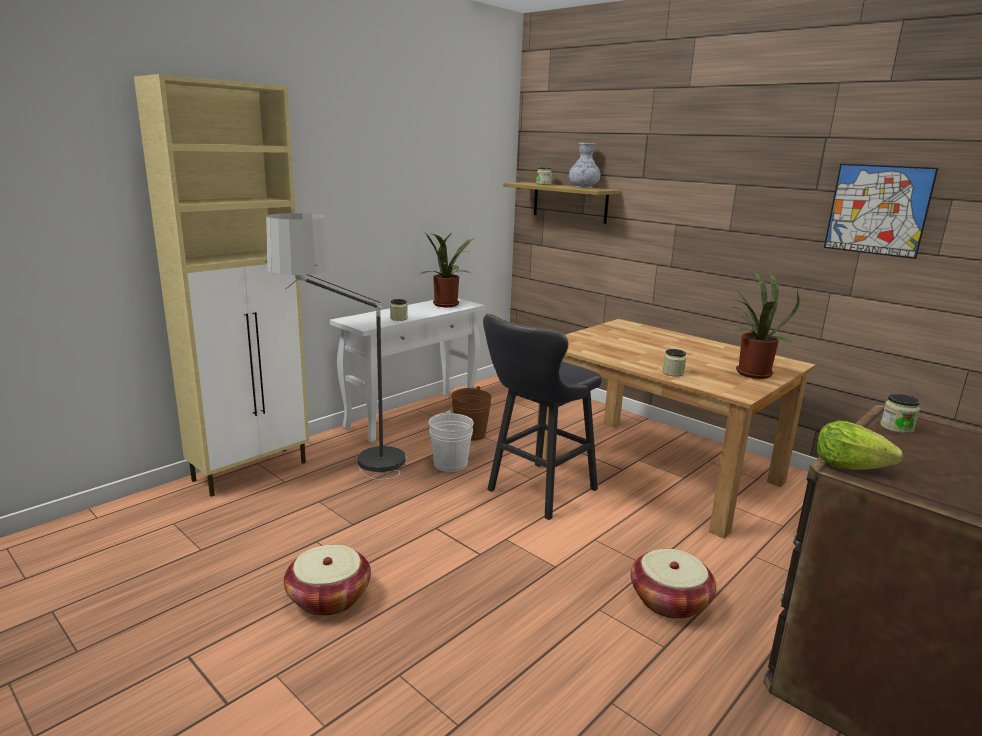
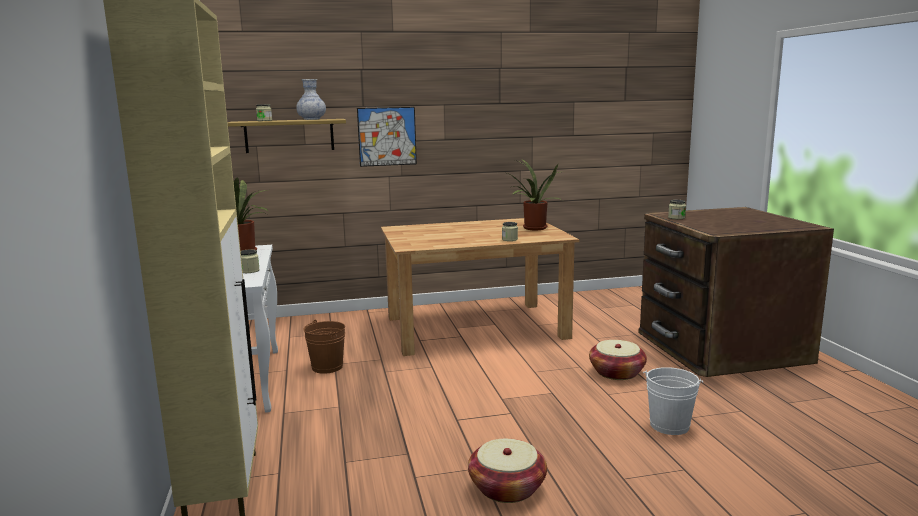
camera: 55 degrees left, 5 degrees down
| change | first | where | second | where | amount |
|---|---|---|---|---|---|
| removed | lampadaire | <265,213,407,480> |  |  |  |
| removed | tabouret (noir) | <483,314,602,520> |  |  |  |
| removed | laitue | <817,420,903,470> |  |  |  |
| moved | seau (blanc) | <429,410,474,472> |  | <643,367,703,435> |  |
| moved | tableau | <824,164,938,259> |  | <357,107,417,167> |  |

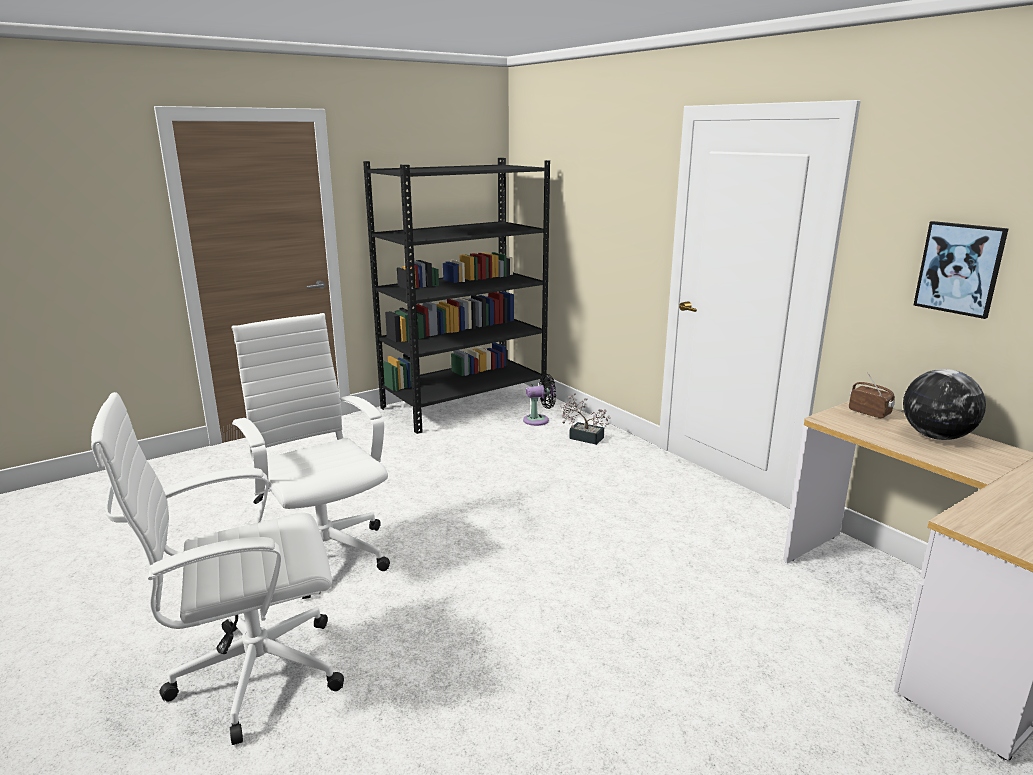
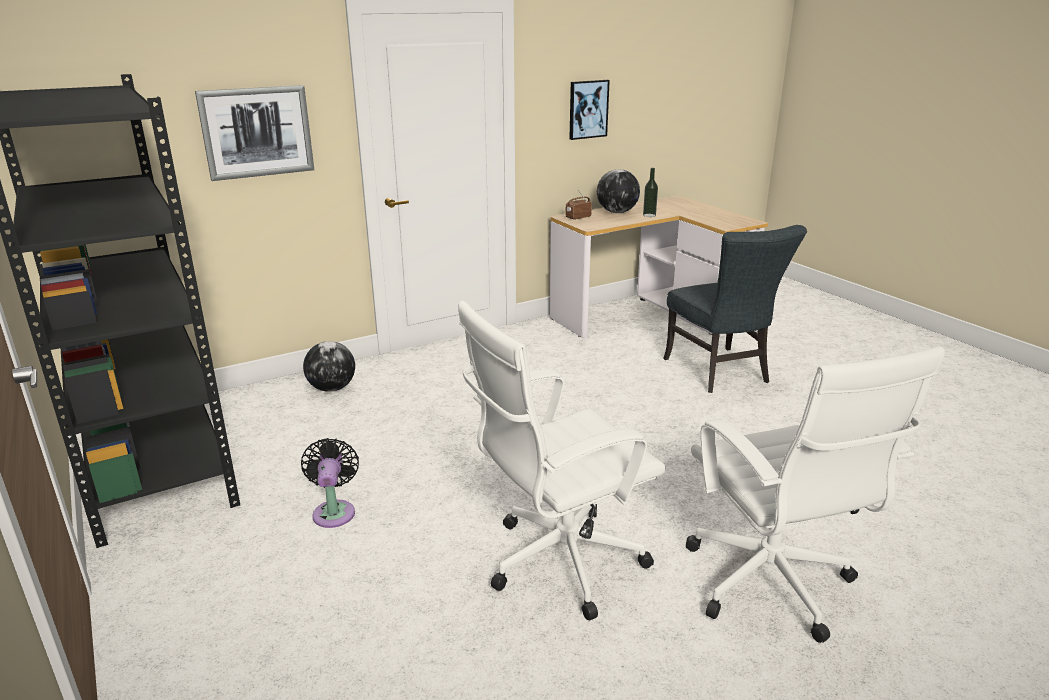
camera: 85 degrees left, 5 degrees up
| change | first | where | second | where | amount |
|---|---|---|---|---|---|
| added |  |  | tableau | <195,85,314,181> |  |
| added |  |  | bouteille | <643,168,658,217> |  |
| added |  |  | chaise (gris) | <663,225,807,393> |  |
| moved | ventilateur (noir) | <523,374,556,426> |  | <301,438,359,528> |  |
| replaced | plante en pot | <560,393,610,445> | globe | <303,341,355,392> |  |

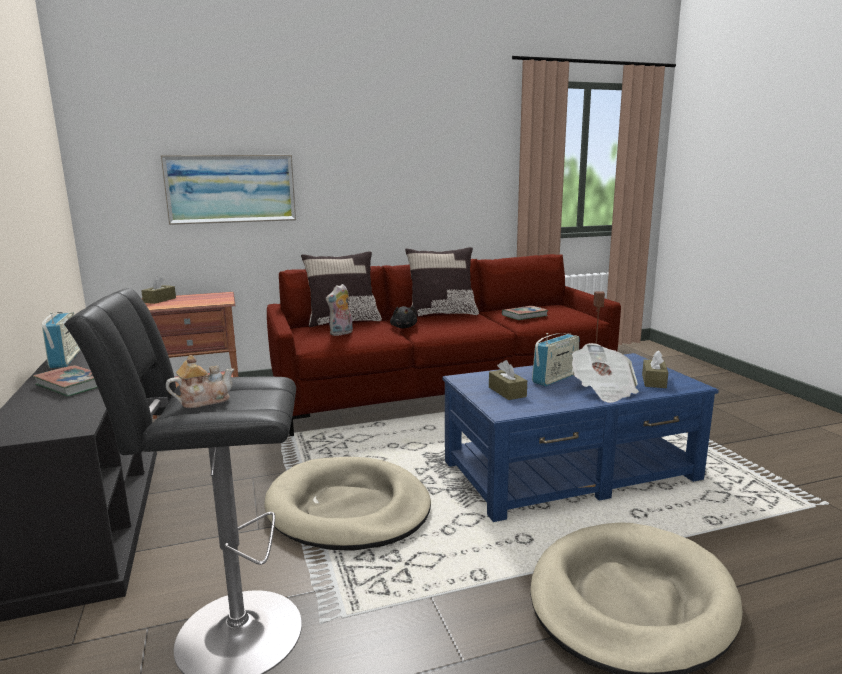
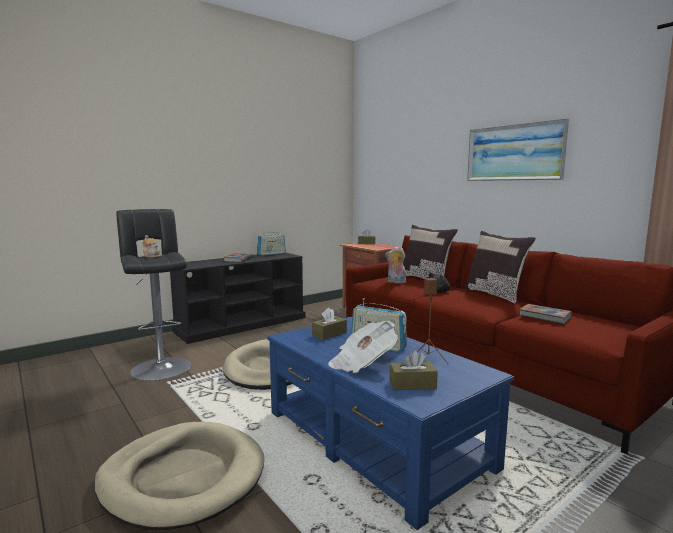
camera: 70 degrees right, 5 degrees down
| change | first | where | second | where | amount |
|---|---|---|---|---|---|
| moved | tableau | <161,155,296,225> |  | <467,118,569,181> |  |

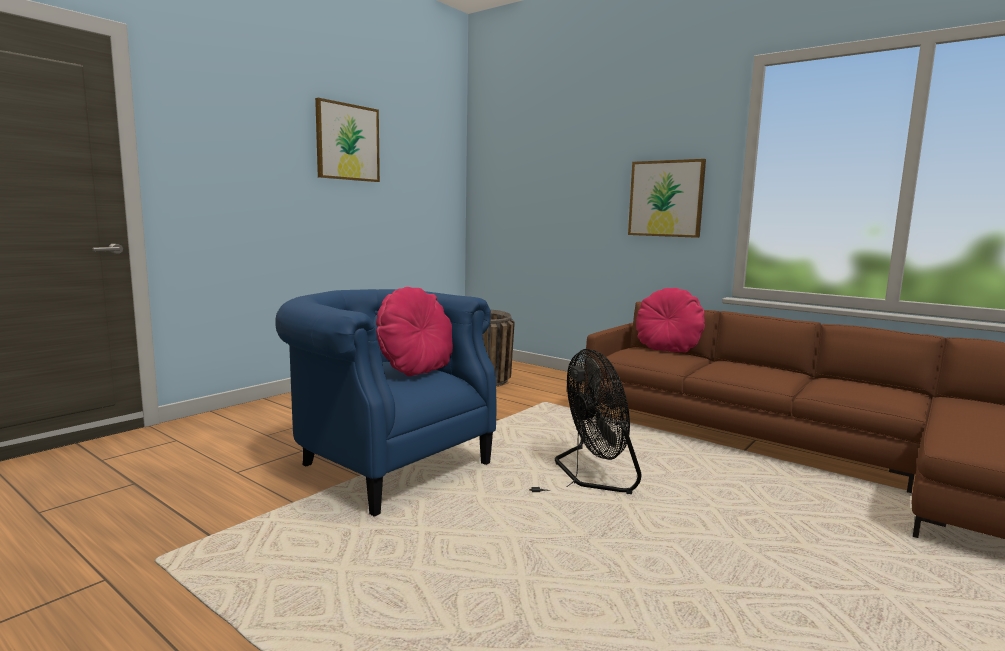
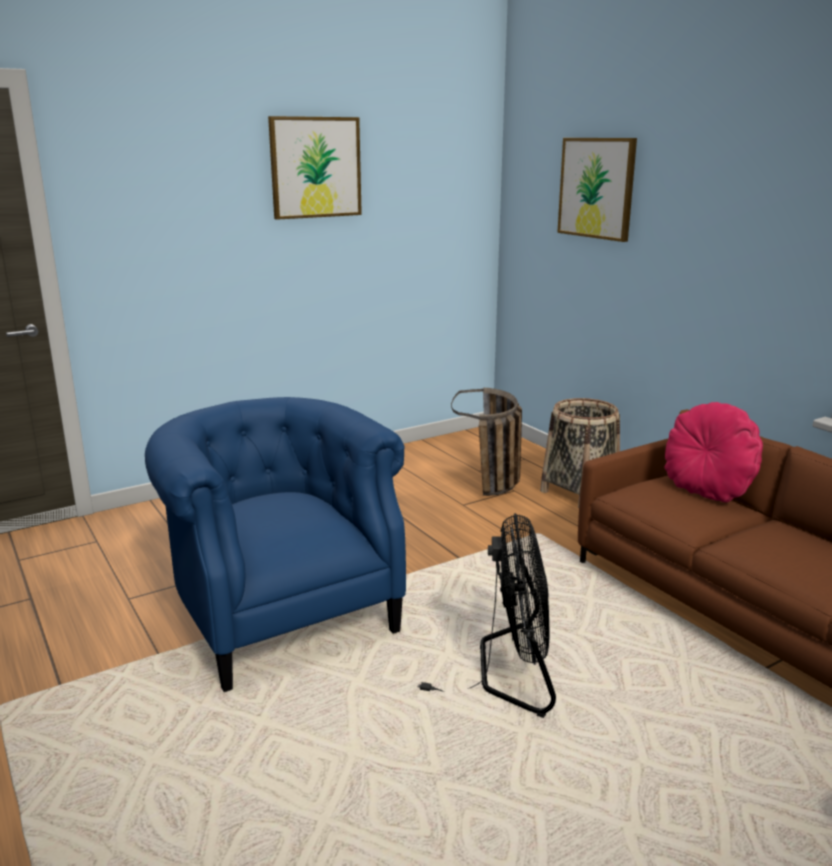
camera: 20 degrees right, 10 degrees up
| change | first | where | second | where | amount |
|---|---|---|---|---|---|
| removed | coussin (rose) | <376,287,453,376> |  |  |  |
| added |  |  | panier | <540,398,620,508> |  |
| moved | tableau | <628,159,706,238> |  | <557,138,637,242> |  |

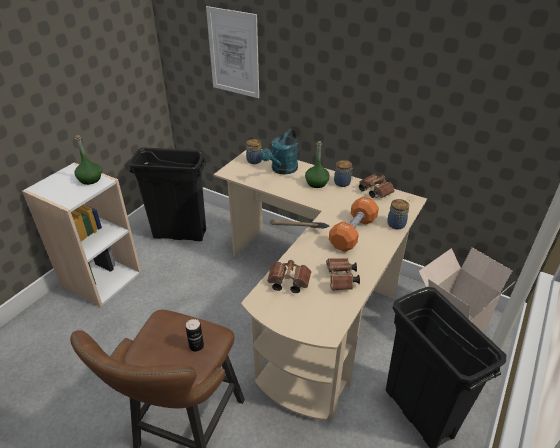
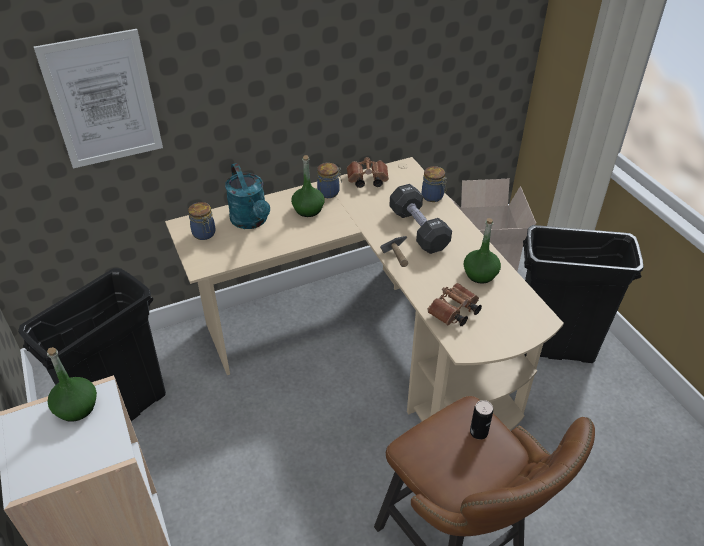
camera: 55 degrees left, 5 degrees up
| change | first | where | second | where | amount |
|---|---|---|---|---|---|
| replaced | jumelles (marron) | <326,258,360,291> | bouteille (vert) | <463,218,501,284> |  |
| recoloured | haltère (orange) | <329,196,379,252> | haltère (noir) | <390,184,452,254> |  |

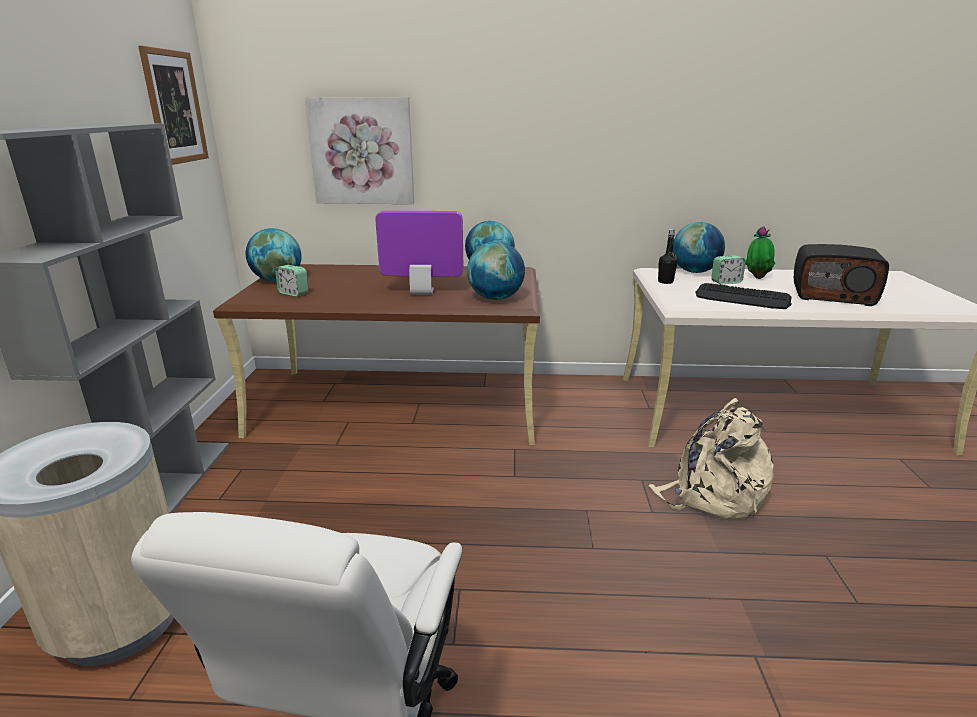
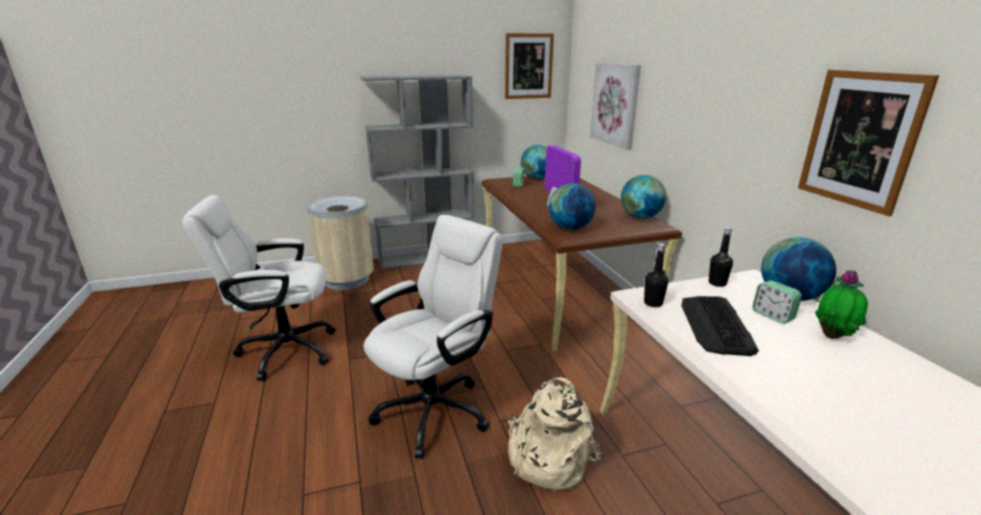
camera: 70 degrees right, 0 degrees up
| change | first | where | second | where | amount |
|---|---|---|---|---|---|
| removed | radio | <794,244,889,306> |  |  |  |
| added |  |  | chaise de bureau (blanc) | <364,215,503,459> |  |
| added |  |  | bouteille (noir) | <644,243,669,307> |  |
| added |  |  | tableau | <798,69,939,216> |  |

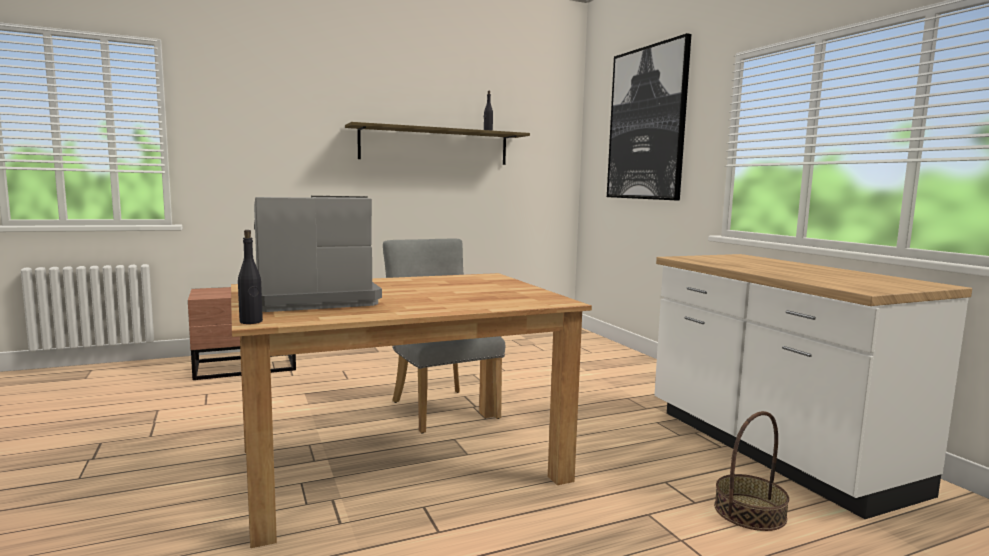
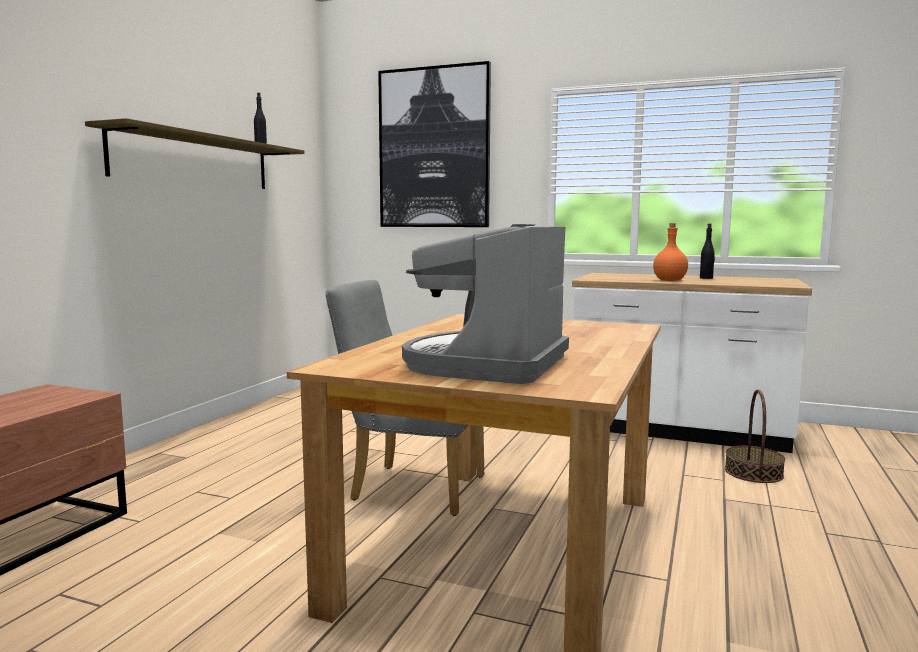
camera: 45 degrees left, 0 degrees up
| change | first | where | second | where | amount |
|---|---|---|---|---|---|
| added |  |  | bouteille (orange) | <653,223,688,281> |  |
| moved | bouteille (noir) | <238,230,263,324> |  | <700,223,715,279> |  |

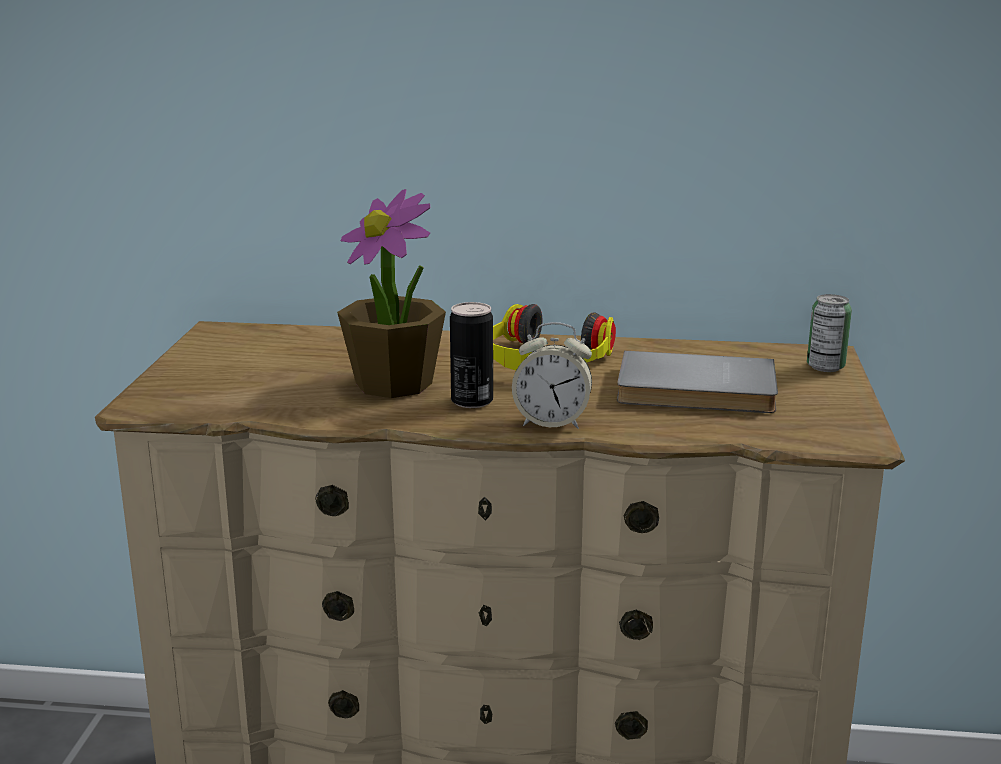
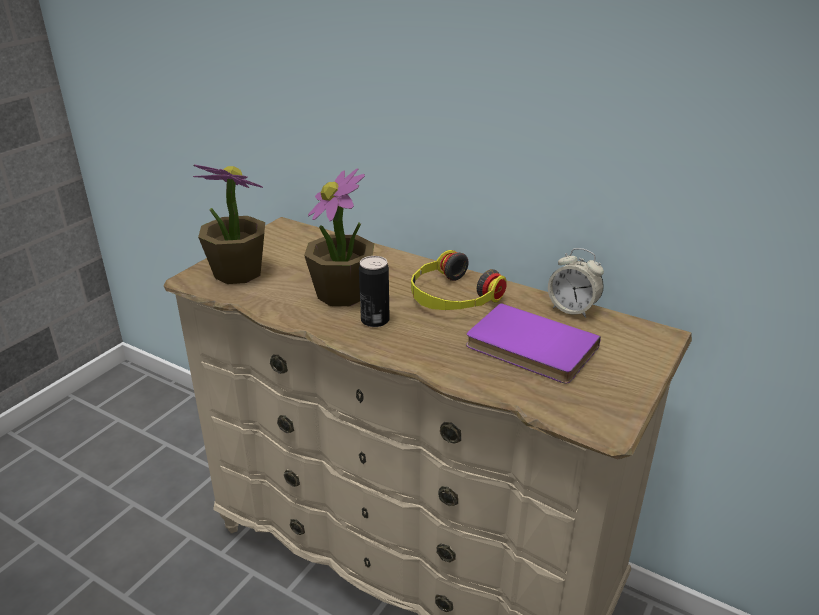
camera: 25 degrees right, 10 degrees up
| change | first | where | second | where | amount |
|---|---|---|---|---|---|
| removed | boîte métallique | <807,294,852,372> |  |  |  |
| added |  |  | plante en pot | <193,164,265,284> |  |
| moved | réveil | <512,322,592,429> |  | <548,248,604,318> |  |
| recoloured | livre (gris) | <617,351,778,413> | livre (violet) | <466,303,601,384> |  |

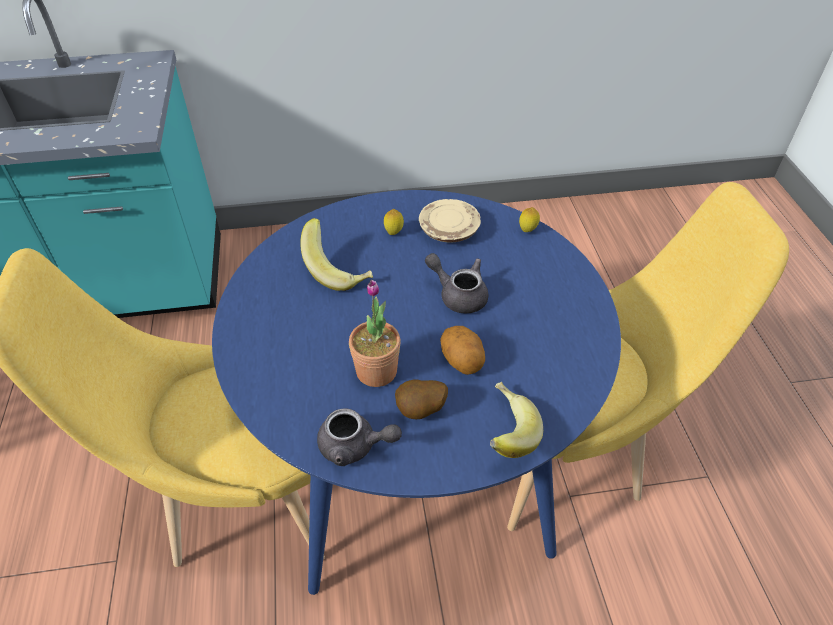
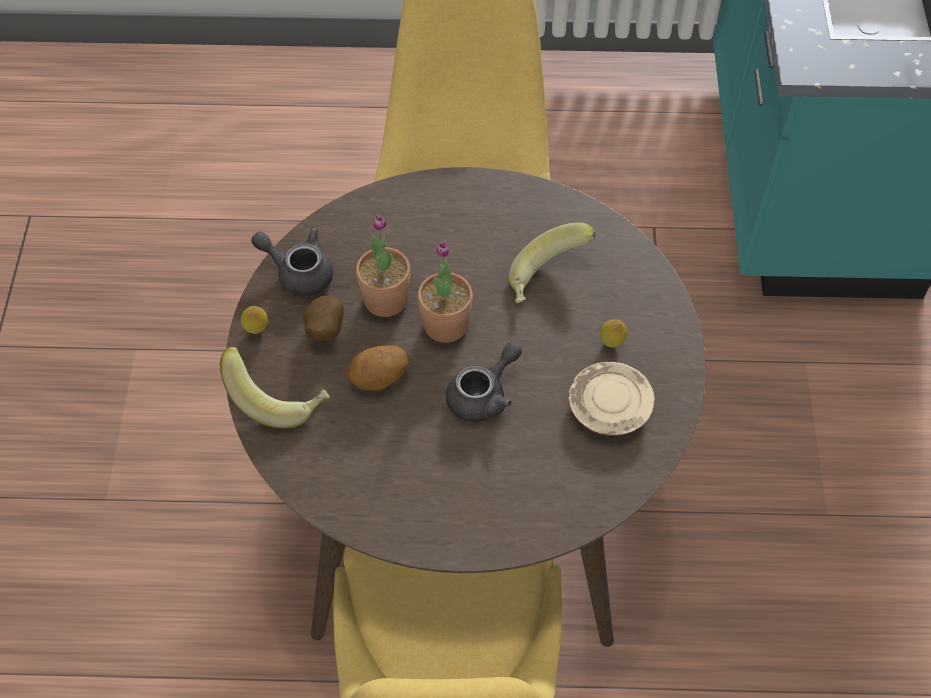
camera: 100 degrees right, 10 degrees up
| change | first | where | second | where | amount |
|---|---|---|---|---|---|
| added |  |  | plante en pot | <418,240,473,343> |  |
| moved | citron | <519,207,540,232> |  | <241,306,268,334> |  |
| recoloured | table à manger (bleu) | <212,190,621,595> | table à manger (marron) | <227,167,706,647> |  |
| turned | théière (gris) | <317,408,402,466> |  | <251,227,333,296> | 90 degrees clockwise |

